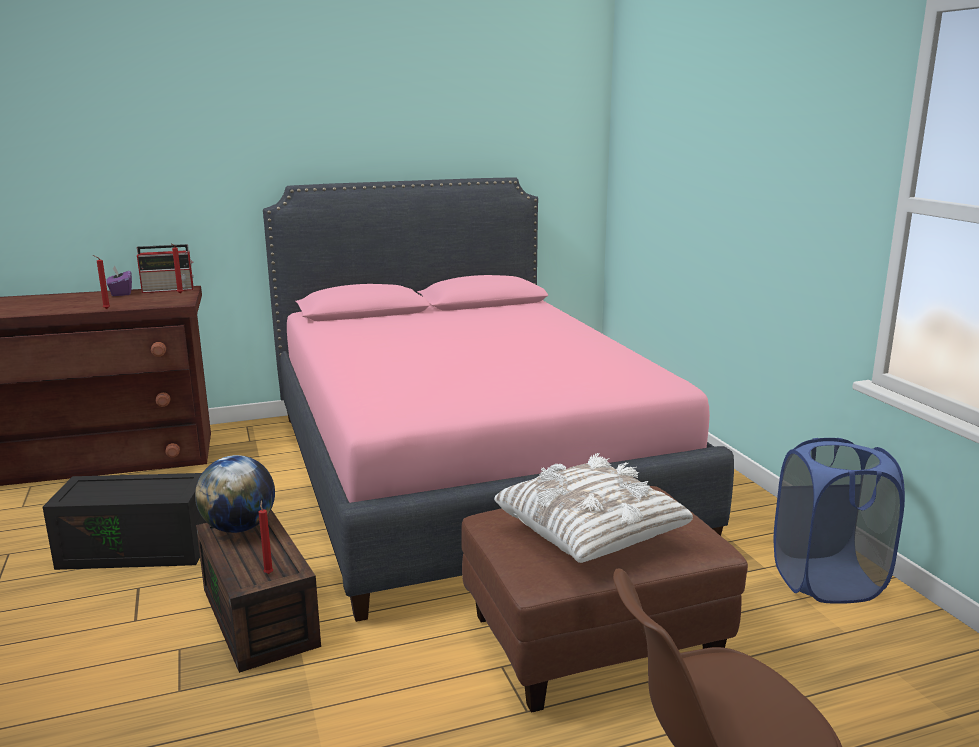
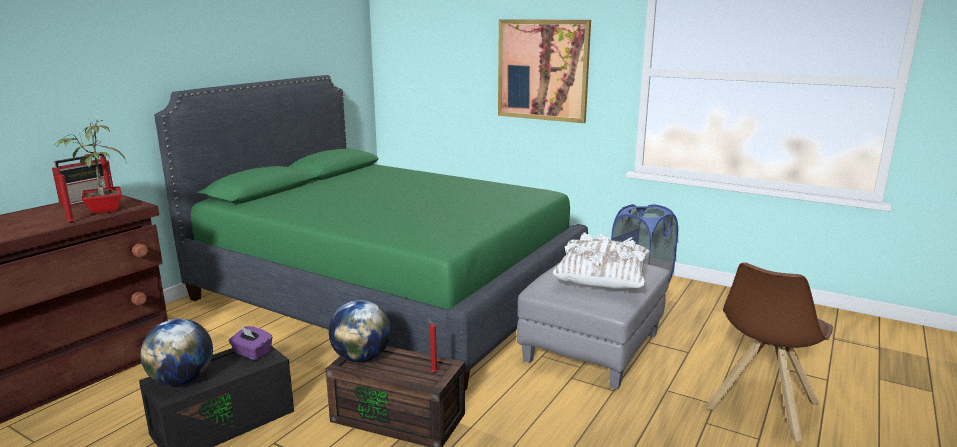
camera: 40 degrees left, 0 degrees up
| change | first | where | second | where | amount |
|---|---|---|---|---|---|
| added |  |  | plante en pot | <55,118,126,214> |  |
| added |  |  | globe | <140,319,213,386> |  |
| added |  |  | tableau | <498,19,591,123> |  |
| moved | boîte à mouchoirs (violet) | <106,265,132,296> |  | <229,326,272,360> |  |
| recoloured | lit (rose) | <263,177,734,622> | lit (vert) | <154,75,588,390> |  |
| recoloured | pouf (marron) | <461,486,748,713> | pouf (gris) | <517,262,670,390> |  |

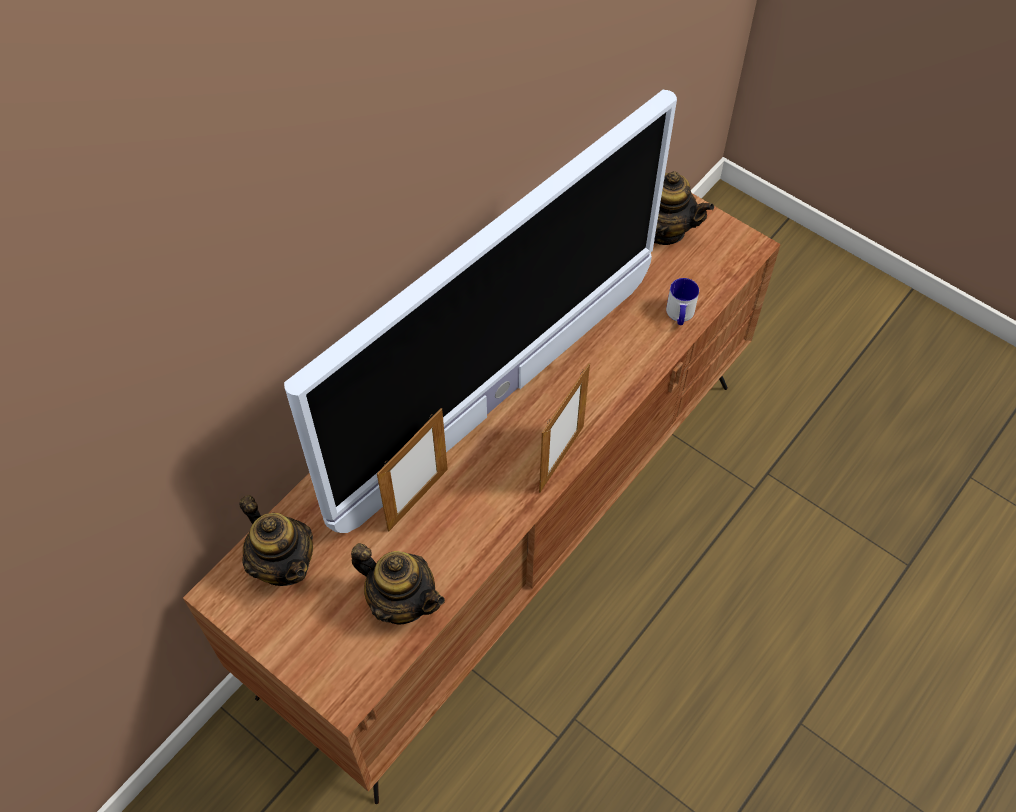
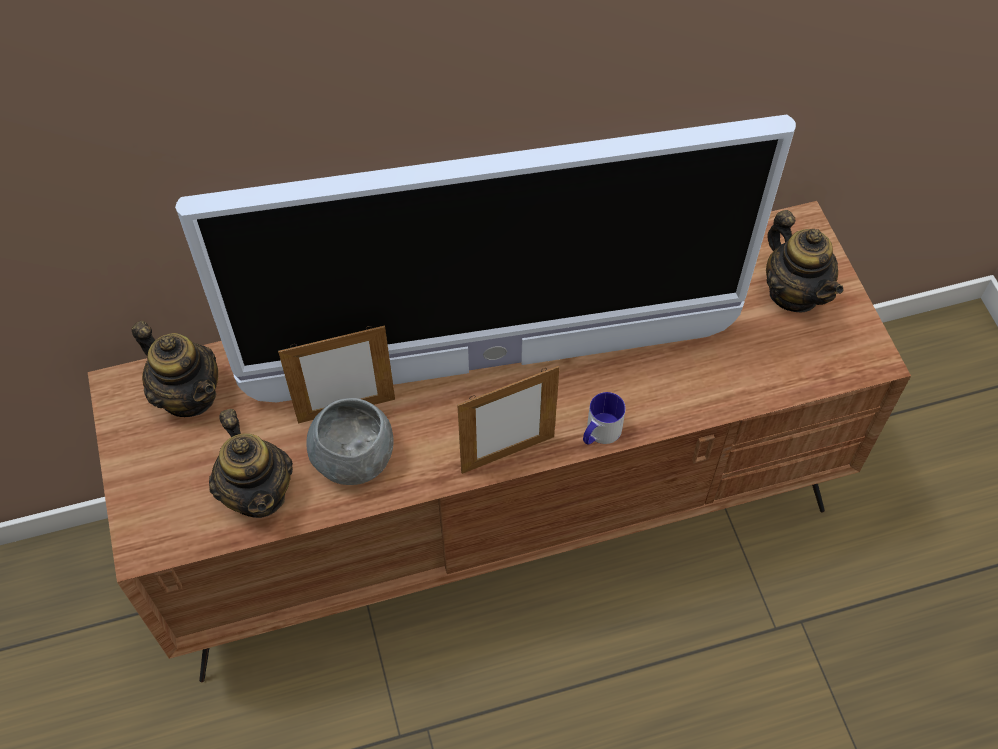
camera: 35 degrees right, 0 degrees up
| change | first | where | second | where | amount |
|---|---|---|---|---|---|
| added |  |  | bol (gris) | <306,398,394,485> |  |
| moved | mug | <666,278,699,325> |  | <583,392,626,445> |  |
| turned | théière | <239,495,313,586> |  | <132,321,218,417> | 45 degrees counterclockwise |

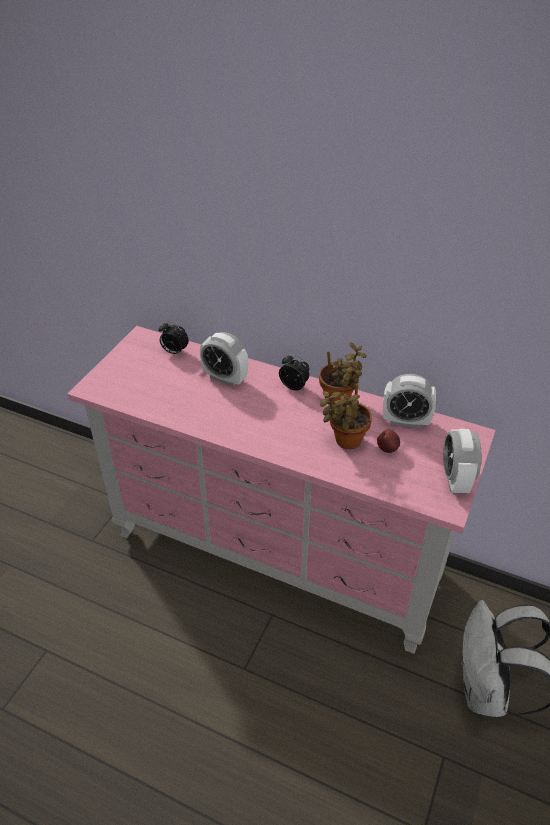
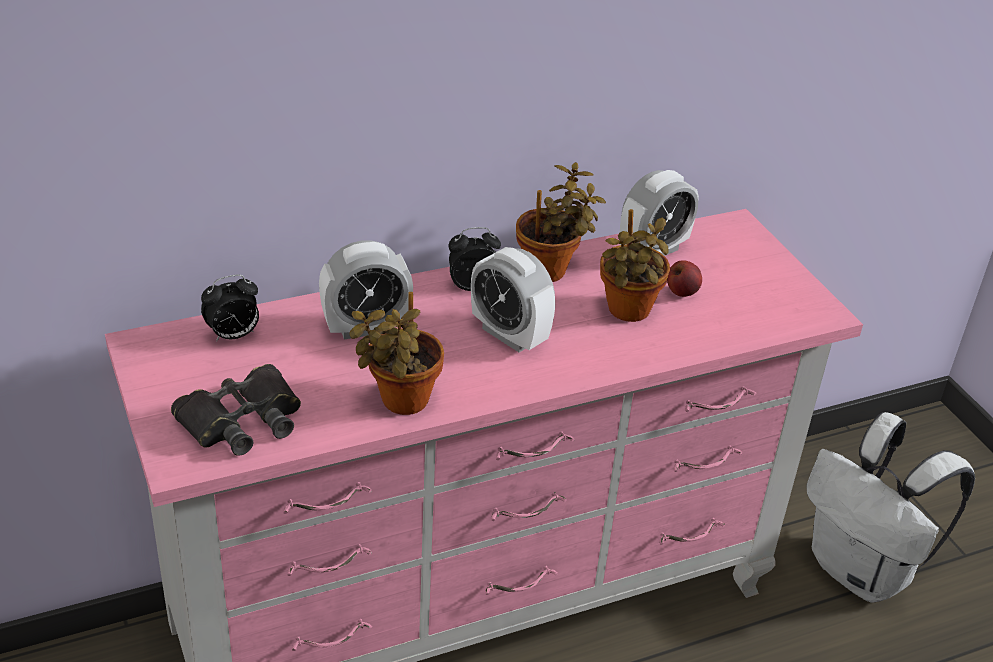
camera: 50 degrees left, 5 degrees down
| change | first | where | second | where | amount |
|---|---|---|---|---|---|
| added |  |  | jumelles (noir) | <171,364,301,456> |  |
| added |  |  | plante en pot | <349,292,444,415> |  |
| moved | réveil | <443,429,481,493> |  | <471,247,555,352> |  |

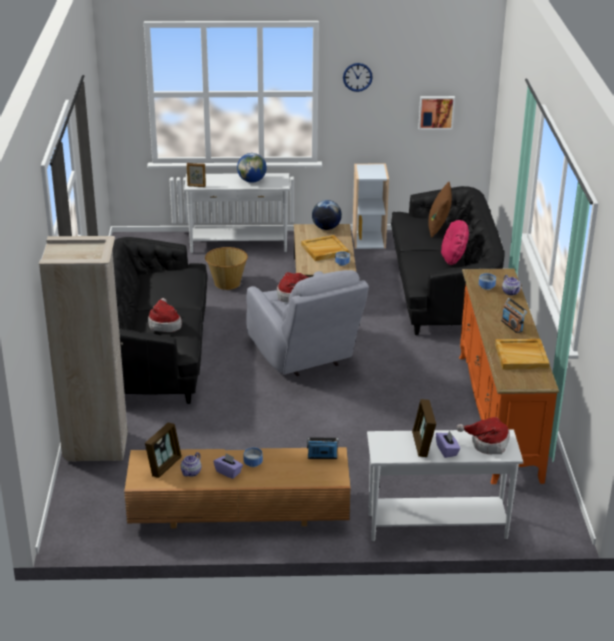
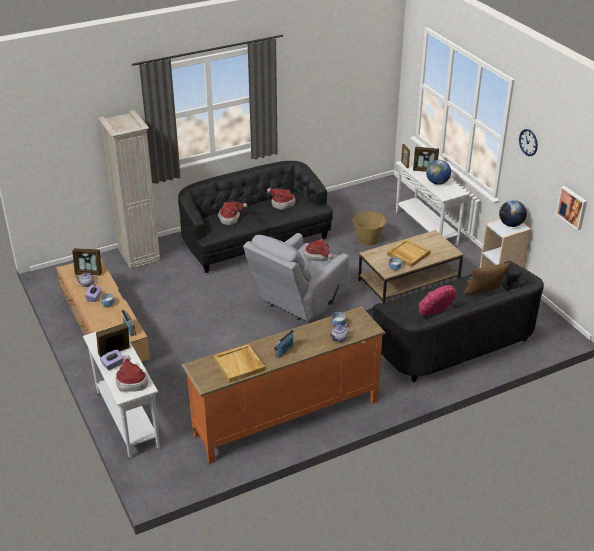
camera: 65 degrees right, 5 degrees up
| change | first | where | second | where | amount |
|---|---|---|---|---|---|
| added |  |  | chapeau | <267,188,296,210> |  |
| added |  |  | cadre photo | <413,147,439,172> |  |
| moved | globe | <312,200,342,230> |  | <499,200,527,227> |  |

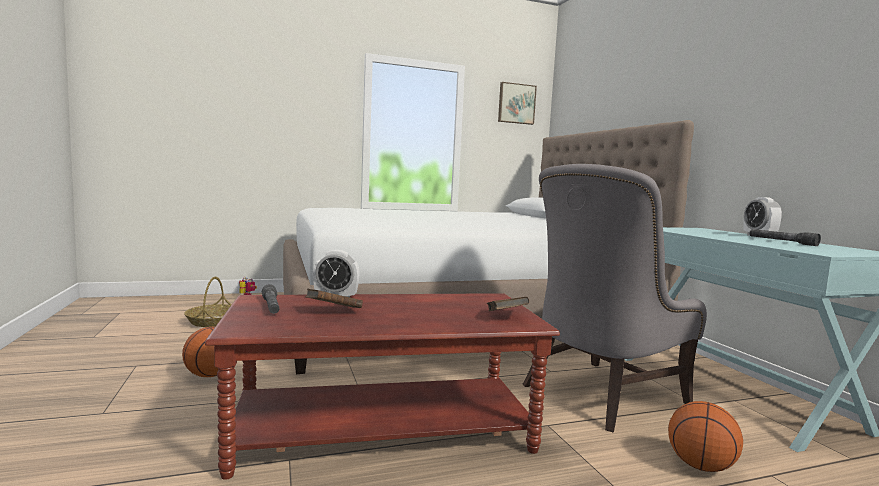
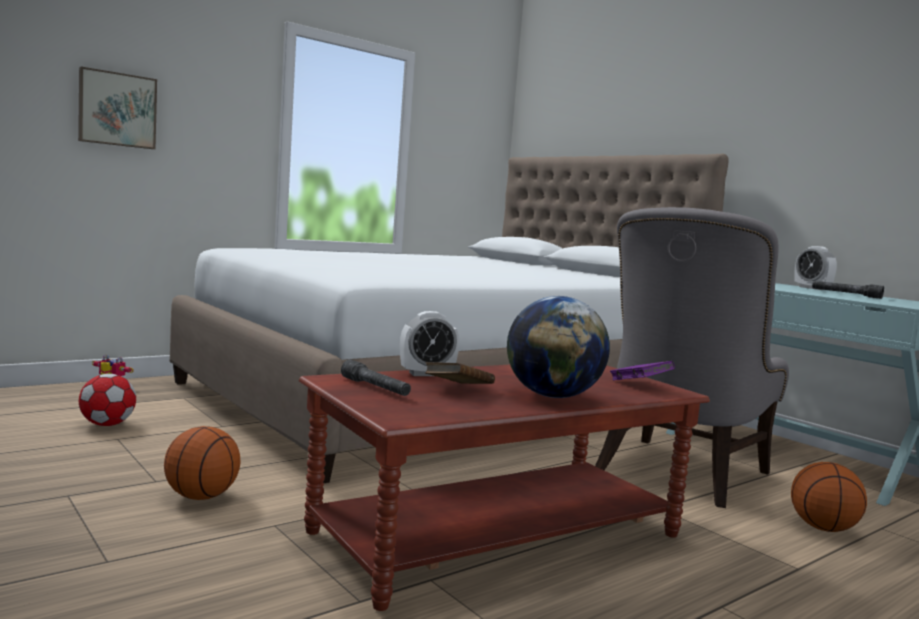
camera: 20 degrees left, 0 degrees up
| change | first | where | second | where | amount |
|---|---|---|---|---|---|
| added |  |  | globe | <507,296,610,398> |  |
| moved | tableau | <498,82,537,125> |  | <78,67,157,149> |  |
| replaced | panier | <184,277,232,327> | ballon de foot | <79,374,136,426> |  |
| recoloured | livre (marron) | <487,297,529,311> | livre (violet) | <610,361,675,381> |  |

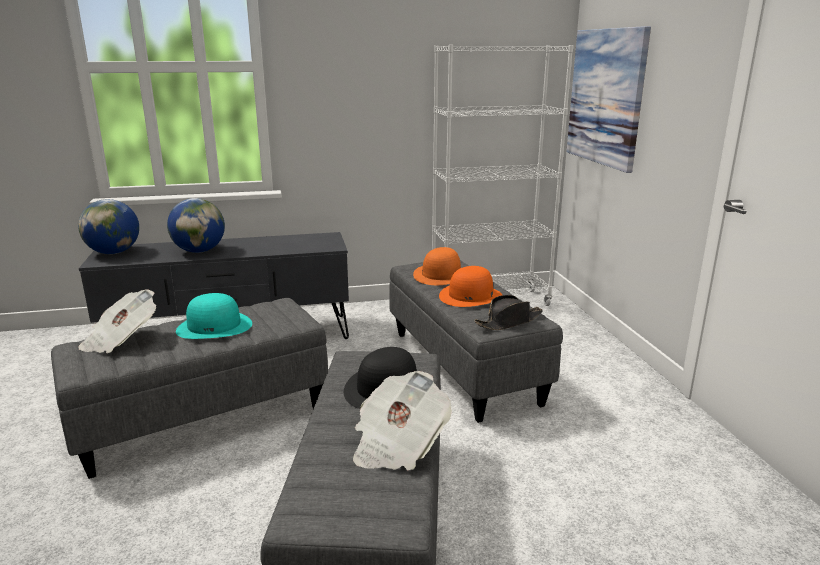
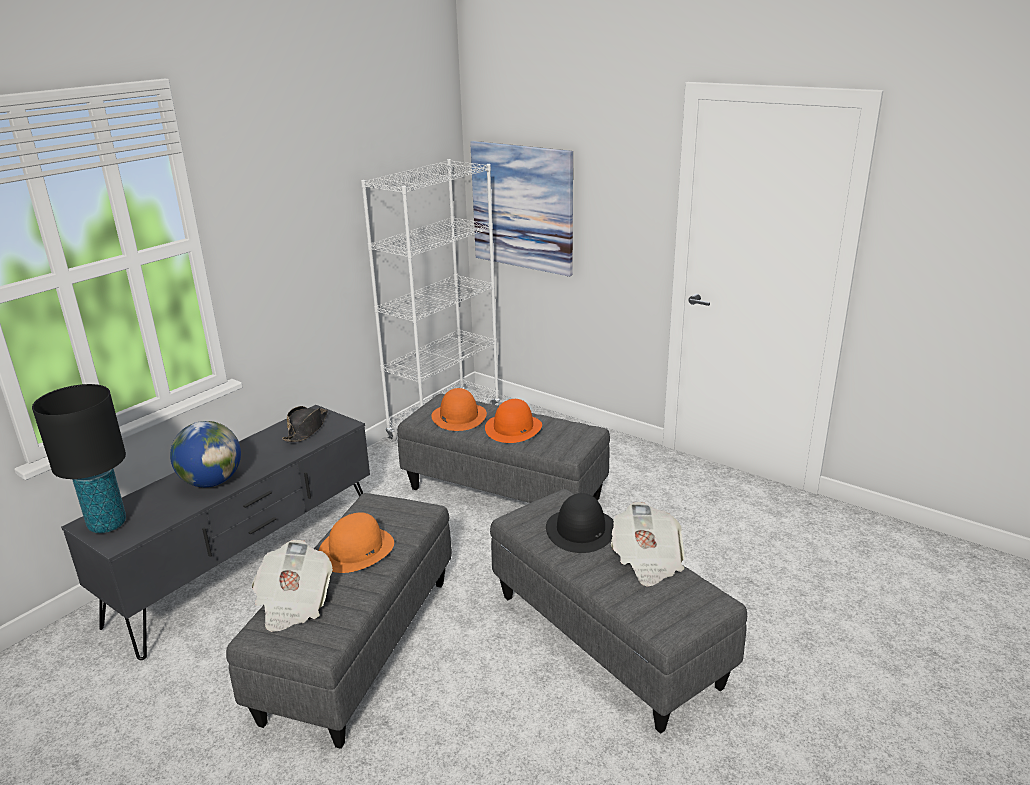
camera: 40 degrees left, 5 degrees up
| change | first | where | second | where | amount |
|---|---|---|---|---|---|
| moved | chapeau (noir) | <474,295,543,330> |  | <282,406,328,442> |  |
| replaced | globe | <78,199,139,254> | lampe de table (noir) | <32,384,126,533> |  |
| recoloured | chapeau (turquoise) | <176,293,252,339> | chapeau (orange) | <318,512,394,573> |  |

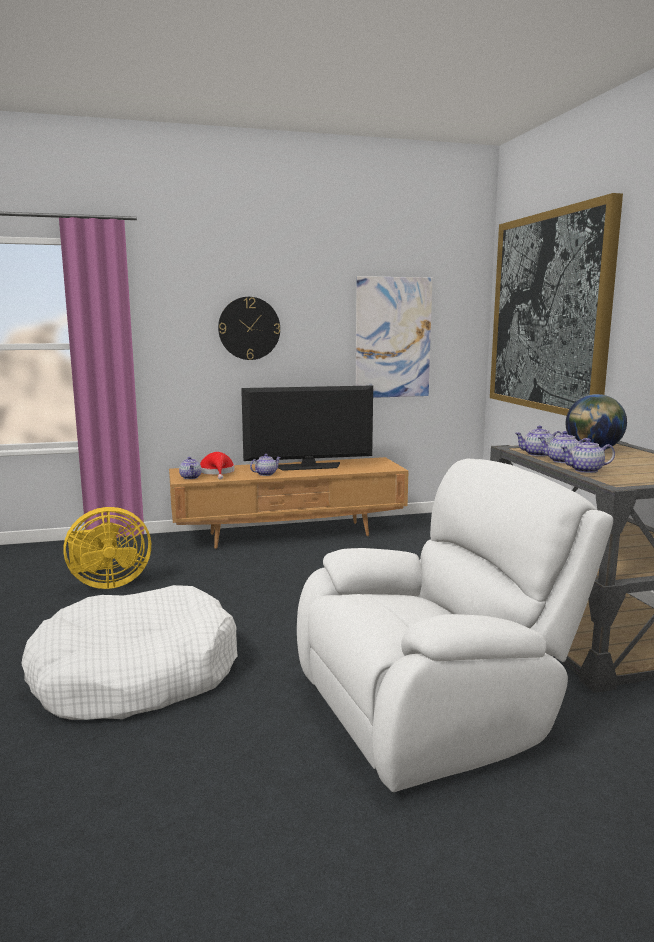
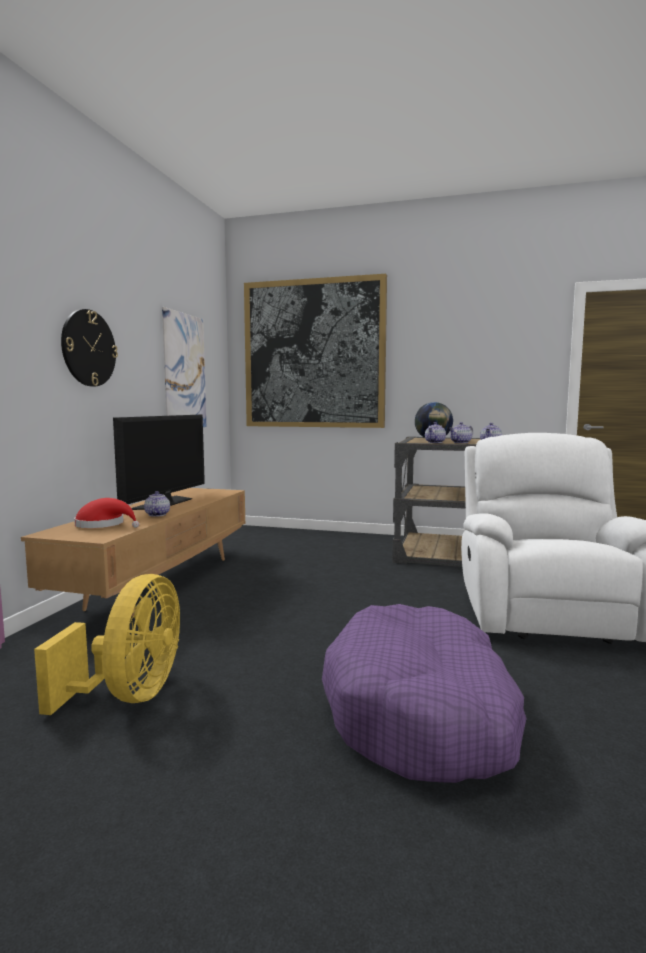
camera: 60 degrees left, 5 degrees down
| change | first | where | second | where | amount |
|---|---|---|---|---|---|
| removed | théière | <179,457,201,479> |  |  |  |
| recoloured | panier pour chien (blanc) | <21,585,237,720> | panier pour chien (violet) | <322,604,527,783> |  |

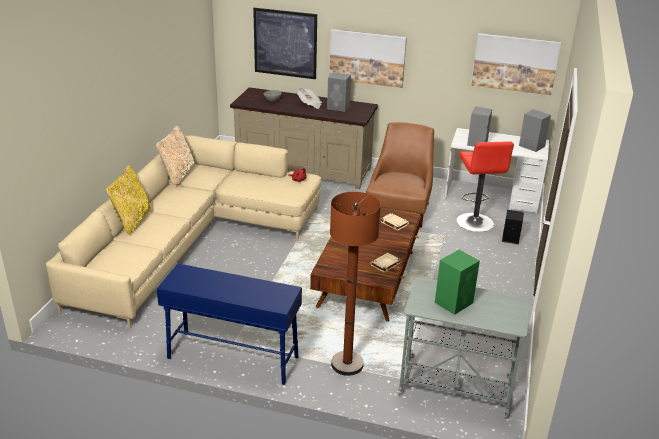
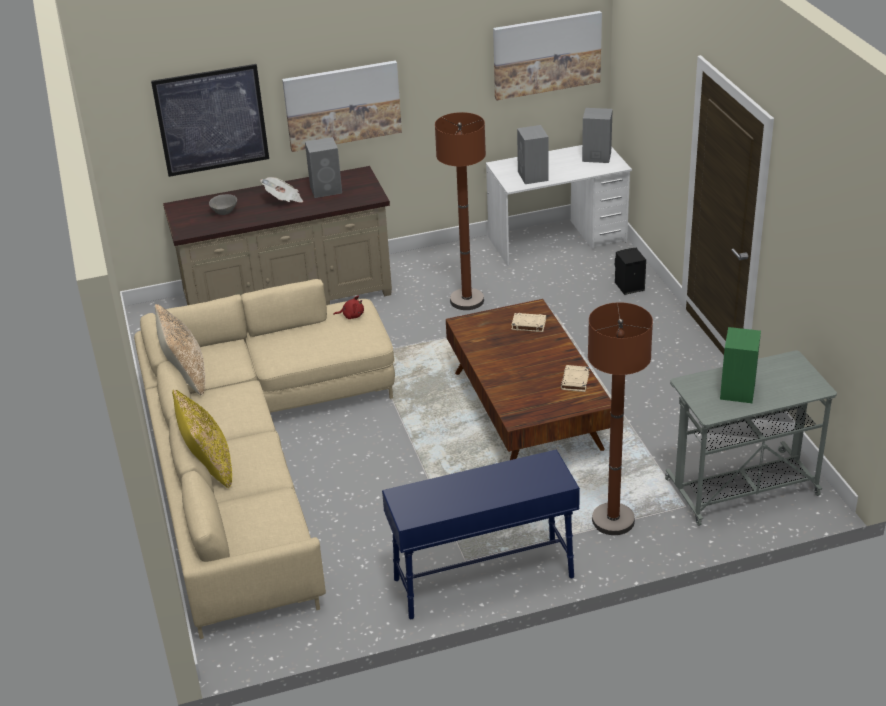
camera: 30 degrees left, 5 degrees up
| change | first | where | second | where | amount |
|---|---|---|---|---|---|
| removed | tabouret (rouge) | <457,141,514,232> |  |  |  |
| replaced | fauteuil (marron) | <366,122,434,228> | lampadaire (marron) | <435,112,486,310> |  |

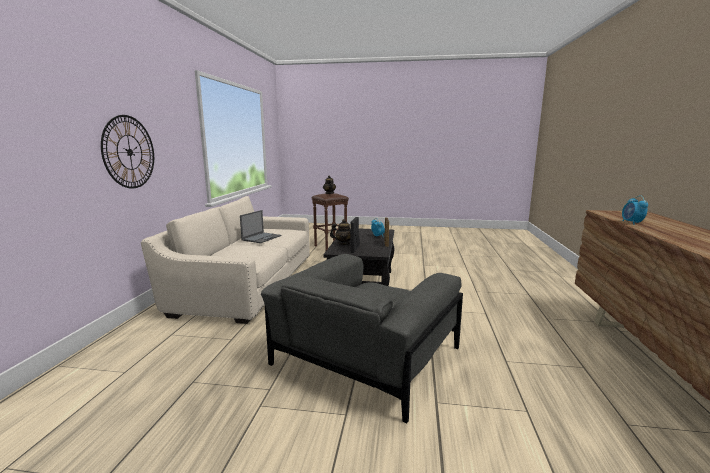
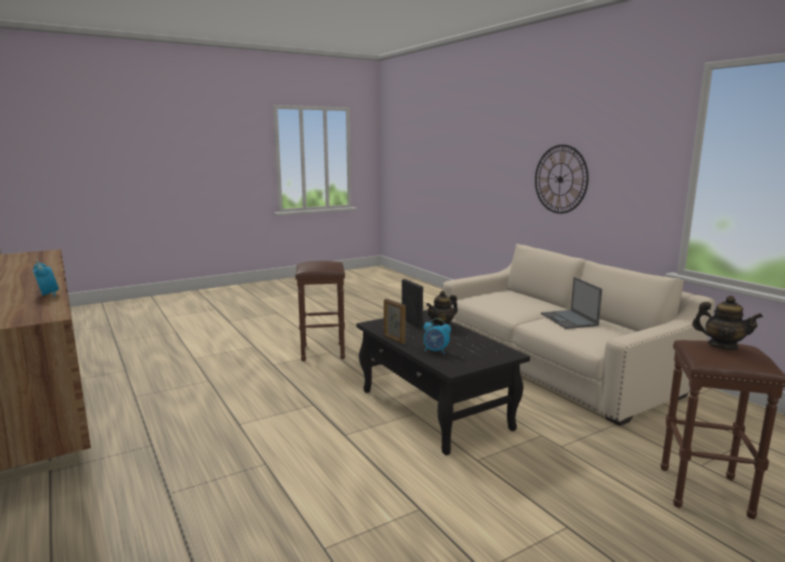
camera: 140 degrees right, 0 degrees up
| change | first | where | second | where | amount |
|---|---|---|---|---|---|
| replaced | fauteuil (gris) | <261,254,463,423> | tabouret (marron) | <295,261,345,361> |  |

